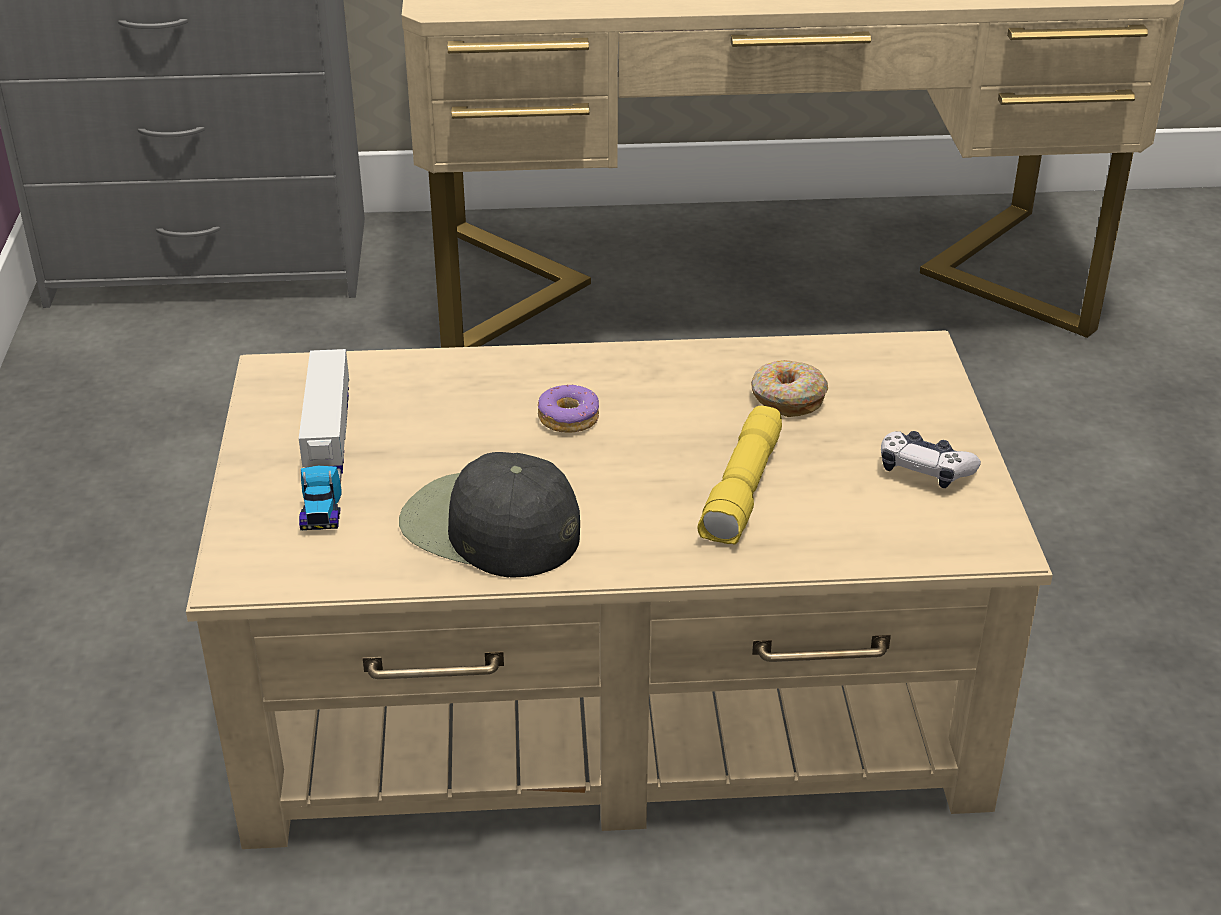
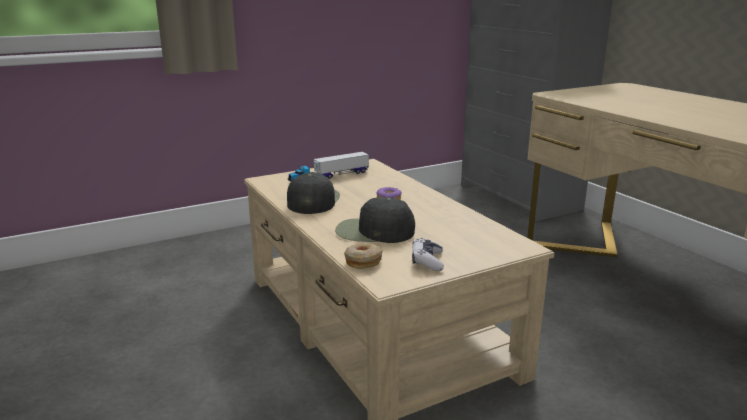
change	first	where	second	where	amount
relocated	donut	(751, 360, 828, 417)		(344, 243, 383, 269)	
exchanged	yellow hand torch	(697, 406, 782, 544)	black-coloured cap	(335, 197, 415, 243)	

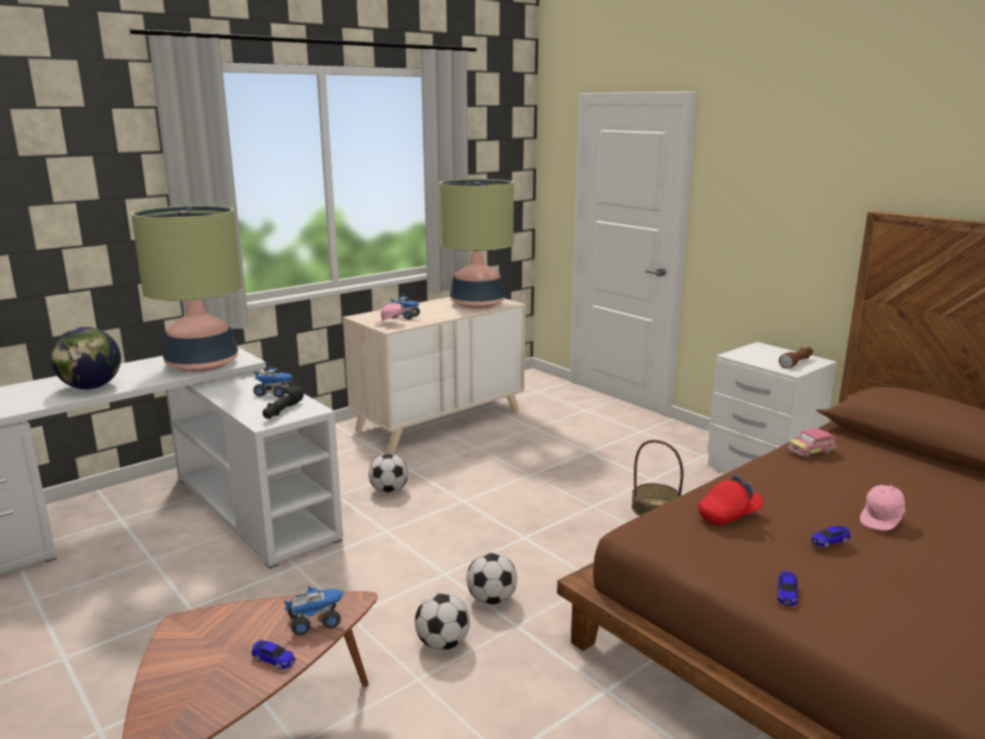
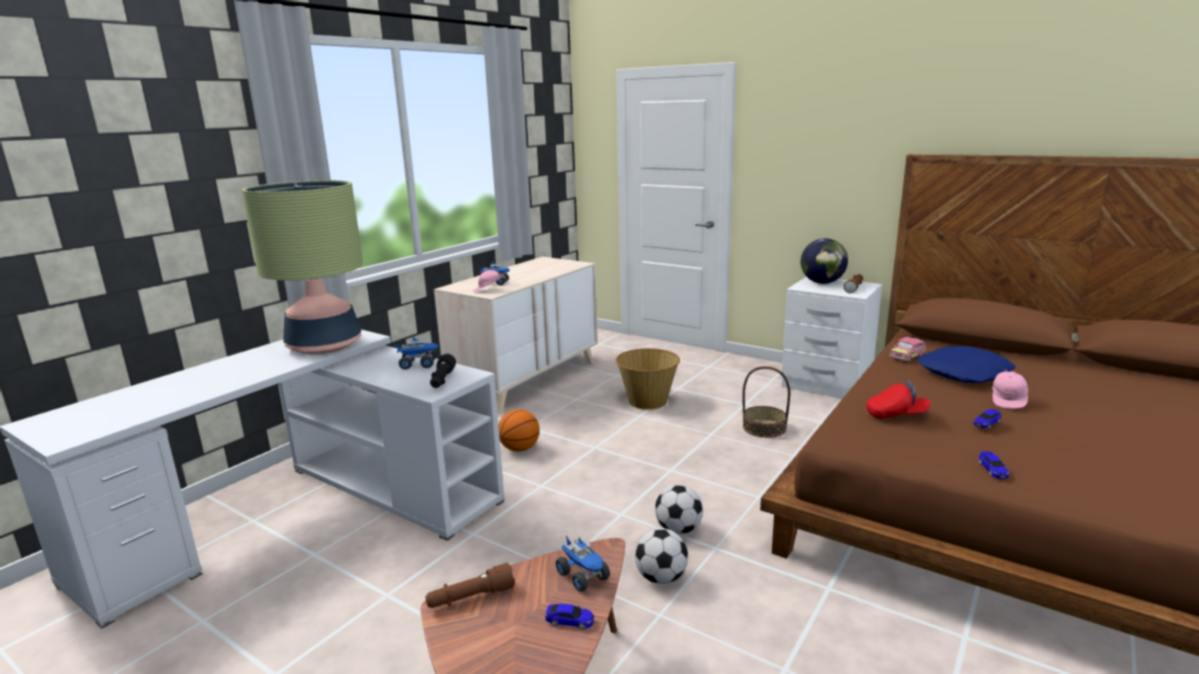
change	first	where	second	where	amount
missing	tabletop lamp	(439, 179, 514, 309)			
appeared			brownish hand torch	(426, 563, 515, 608)	
appeared			storage basket	(615, 348, 680, 410)	
appeared			blue throw pillow	(918, 346, 1016, 383)	
relocated	desk globe	(51, 327, 121, 390)		(801, 238, 848, 284)	
exchanged	football ball	(368, 454, 408, 493)	basketball	(499, 409, 540, 452)	
spun	toy lorry	(284, 586, 344, 635)		(556, 536, 610, 592)	90 degrees clockwise
spun	red-coloured cap	(698, 475, 763, 525)		(866, 381, 931, 419)	45 degrees clockwise

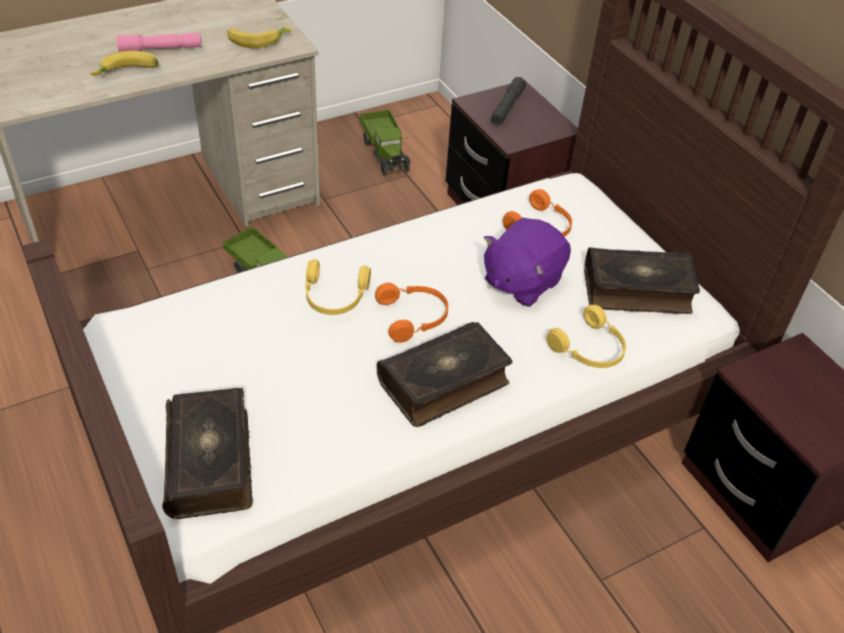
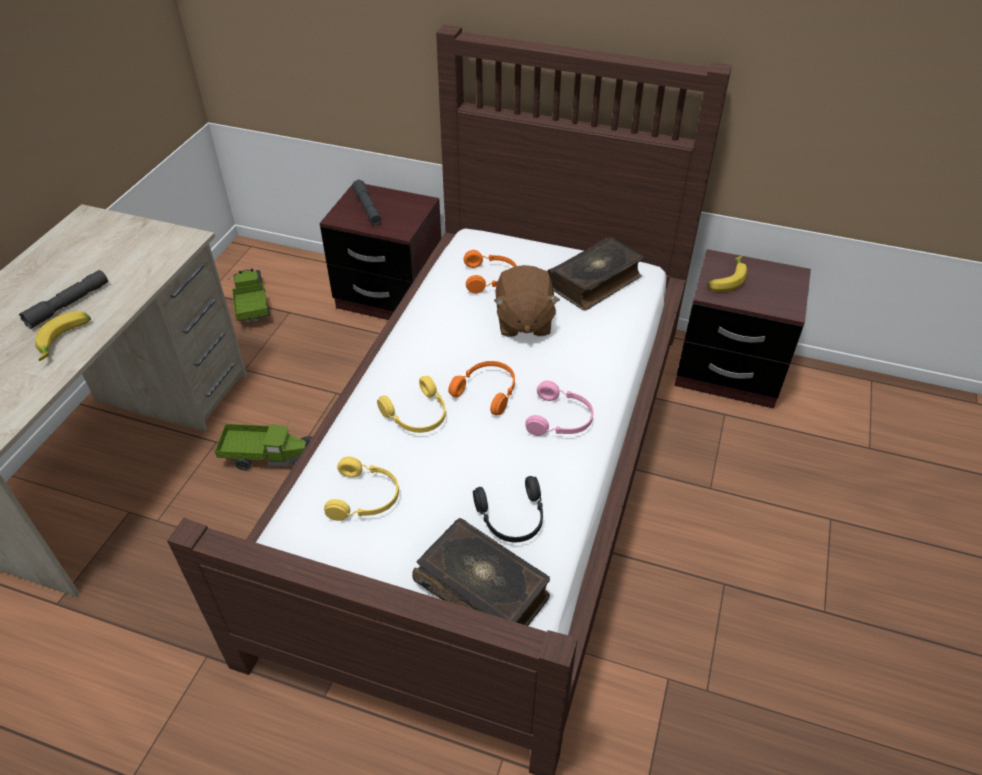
change	first	where	second	where	amount
appeared			black-coloured headset	(473, 476, 543, 542)	
relocated	banana fruit	(227, 27, 292, 48)		(707, 256, 747, 292)	
relocated	yellow headset	(546, 305, 626, 368)		(324, 456, 399, 521)	
exchanged	bound book	(377, 322, 513, 427)	pink headset	(525, 381, 594, 436)	
colour	pink hand torch	(116, 33, 202, 52)	gray hand torch	(19, 270, 108, 329)	
colour	purple-coloured soft toy	(484, 218, 571, 307)	brownish soft toy	(494, 265, 560, 337)	
spun	toy lorry	(360, 110, 411, 176)		(229, 268, 270, 324)	135 degrees counterclockwise

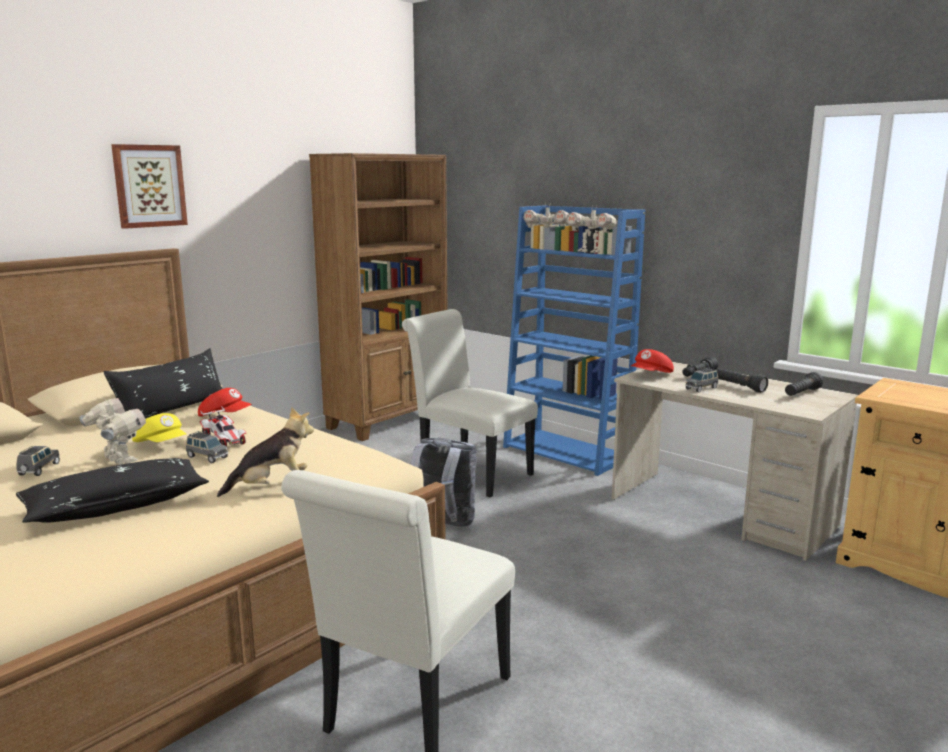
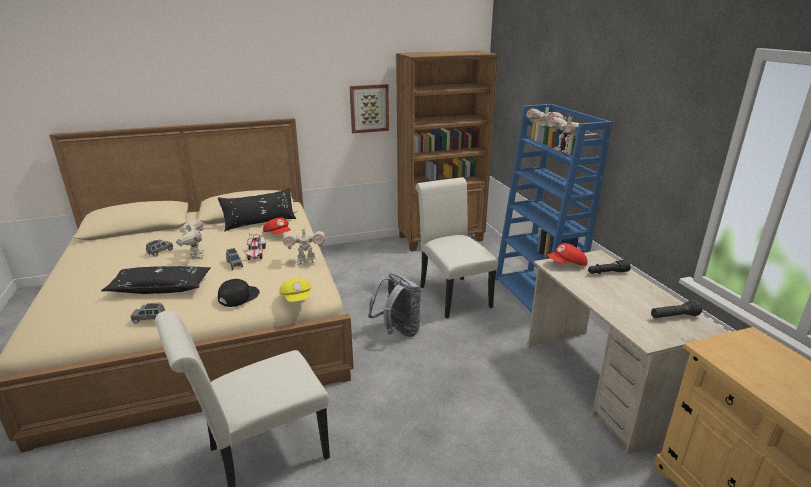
change	first	where	second	where	amount
missing	black-coloured hand torch	(716, 368, 768, 393)			
appeared			toy robot	(283, 228, 325, 265)	
relocated	wall picture	(111, 144, 188, 229)		(350, 84, 389, 133)	
relocated	yellow cap	(132, 413, 186, 442)		(279, 278, 311, 302)	
relocated	gray model car	(685, 367, 718, 392)		(131, 303, 165, 324)	
exchanged	soft toy	(217, 407, 314, 497)	black-coloured cap	(218, 279, 260, 307)	

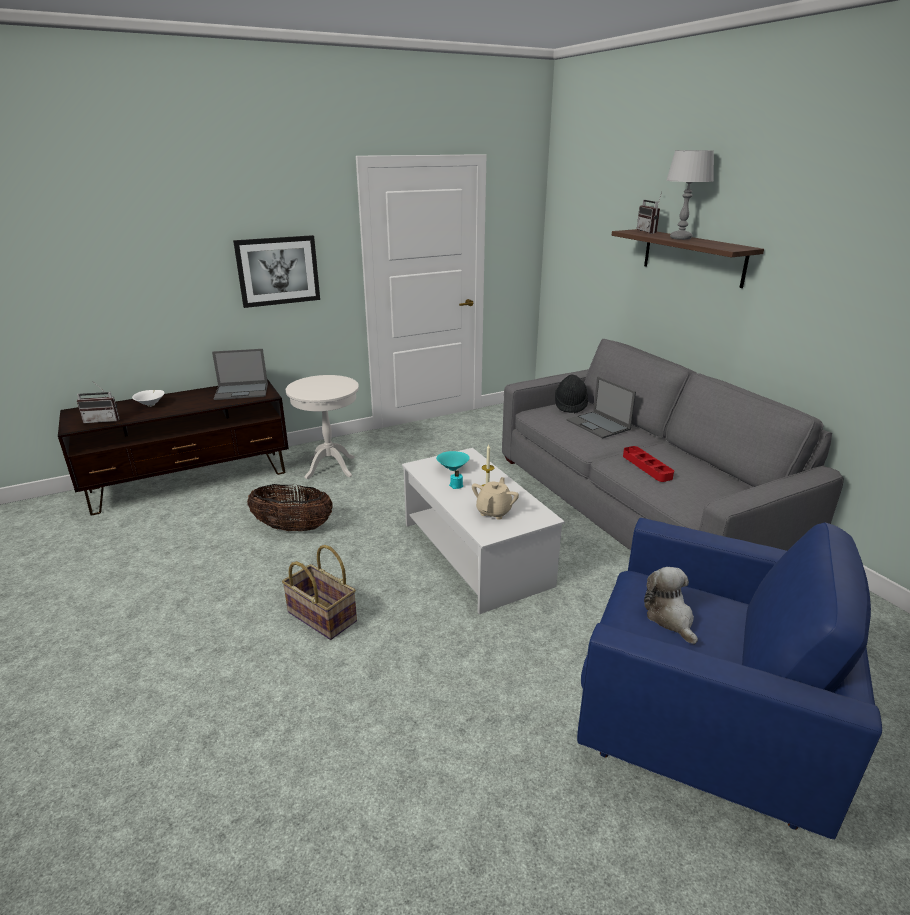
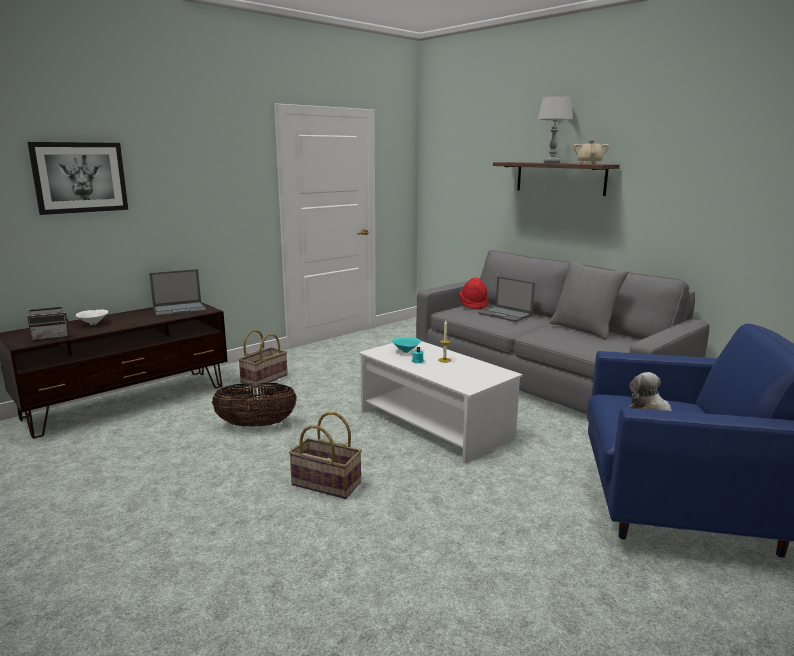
change	first	where	second	where	amount
missing	red-coloured carrying tray	(623, 446, 674, 482)			
missing	radio set	(637, 193, 662, 234)			
appeared			gray throw pillow	(550, 260, 629, 340)	
relocated	wall picture	(233, 235, 320, 308)		(27, 142, 128, 215)	
relocated	sand-coloured pot for tea	(472, 477, 519, 520)		(573, 140, 609, 164)	
exchanged	white accent table	(286, 375, 359, 479)	storage basket	(238, 329, 288, 388)	
colour	black-coloured clothing hat	(555, 374, 588, 413)	red-coloured clothing hat	(459, 277, 489, 309)	

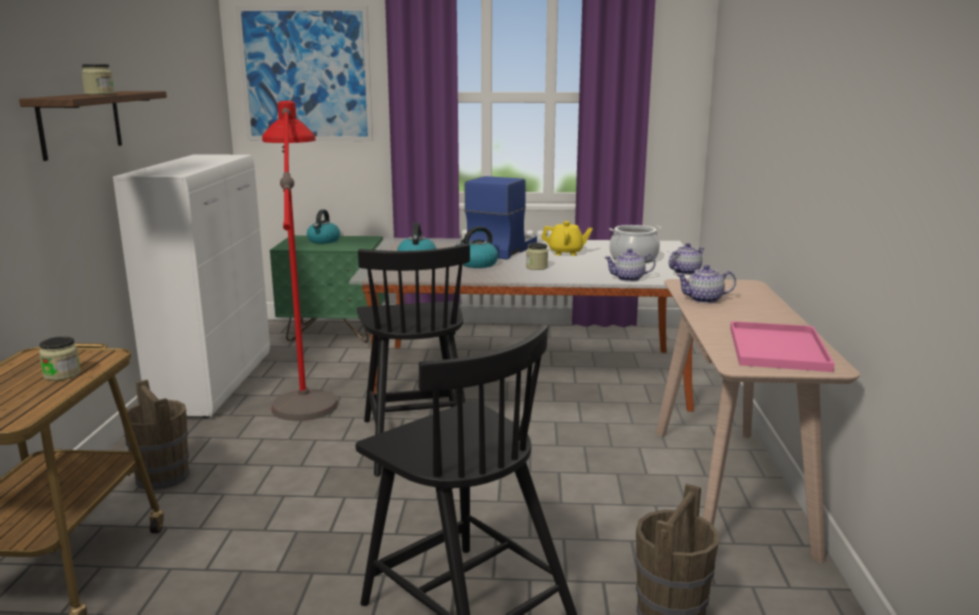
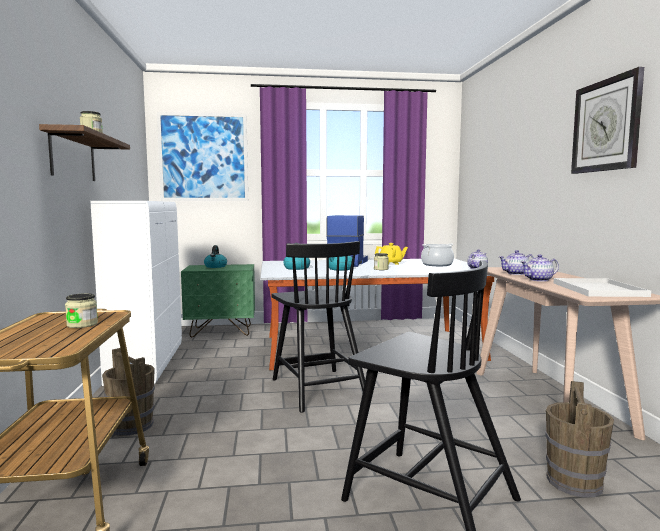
change	first	where	second	where	amount
missing	red-coloured standard lamp	(262, 101, 338, 421)			
appeared			wall clock	(571, 67, 644, 174)	
relocated	pot for tea	(604, 249, 655, 282)		(521, 254, 559, 281)	
colour	pink carrying tray	(730, 321, 835, 372)	white carrying tray	(554, 278, 651, 297)	

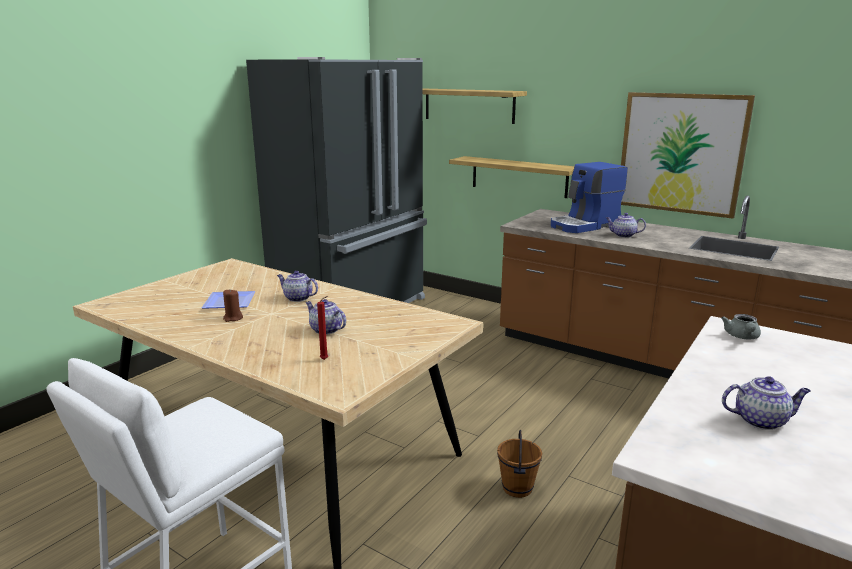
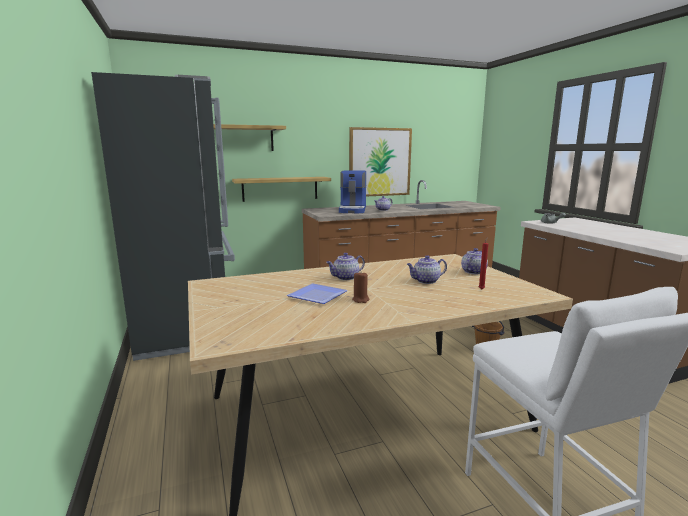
change	first	where	second	where	amount
relocated	pot for tea	(722, 376, 811, 430)		(461, 248, 488, 274)	

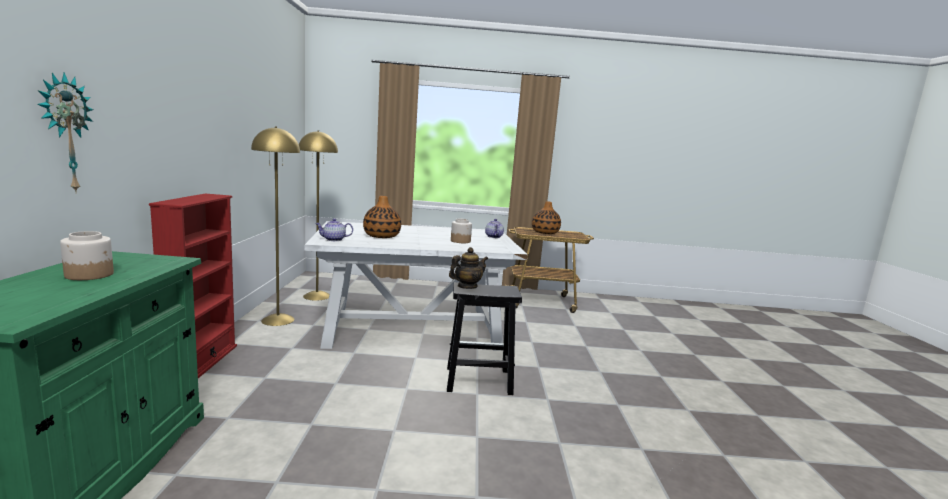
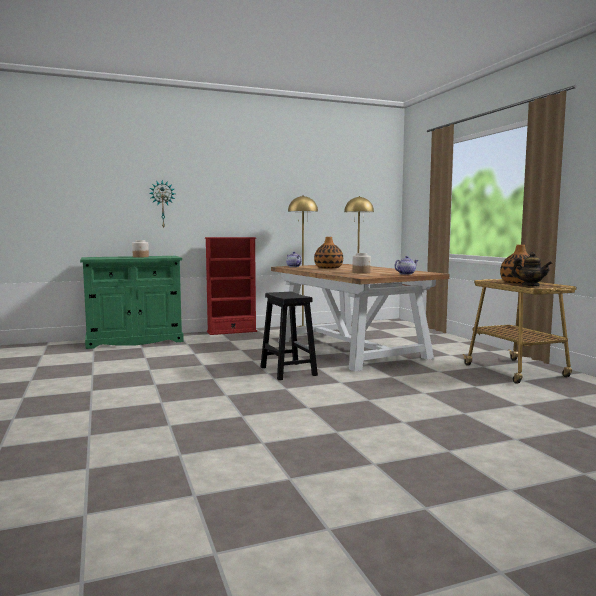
change	first	where	second	where	amount
relocated	pot for tea	(449, 247, 488, 289)		(511, 252, 552, 286)	
colour	white kitchen table	(305, 221, 528, 349)	brownish kitchen table	(271, 264, 450, 372)	

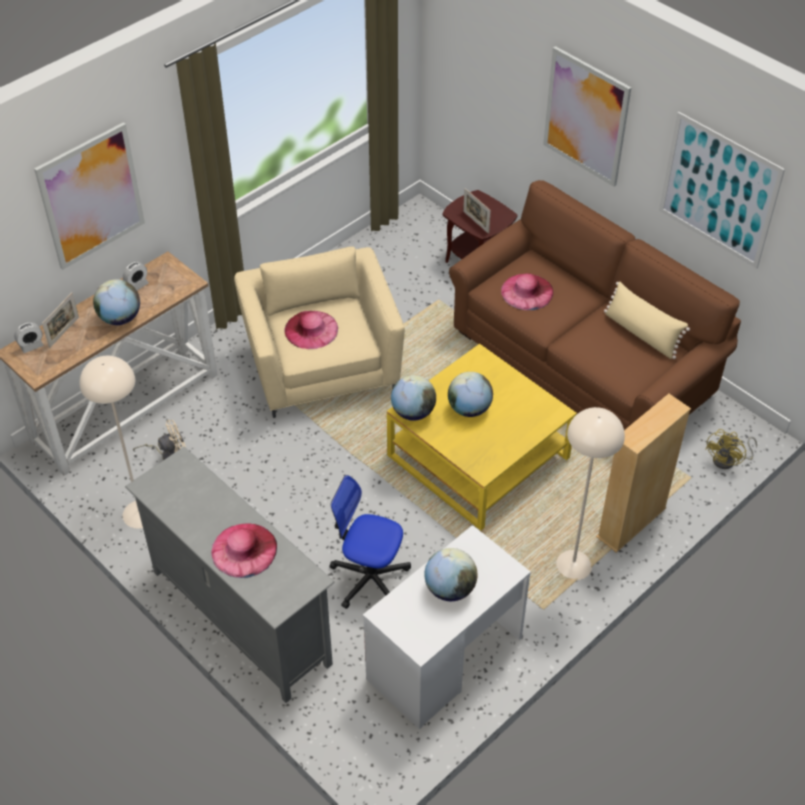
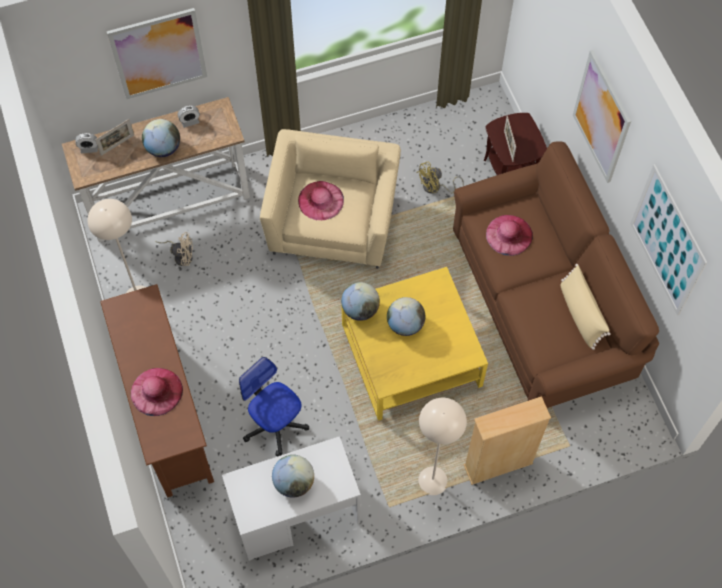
change	first	where	second	where	amount
relocated	yellow fan	(705, 429, 757, 469)		(416, 162, 464, 193)	
colour	gray media console	(125, 447, 335, 703)	brownish media console	(100, 284, 214, 497)	

